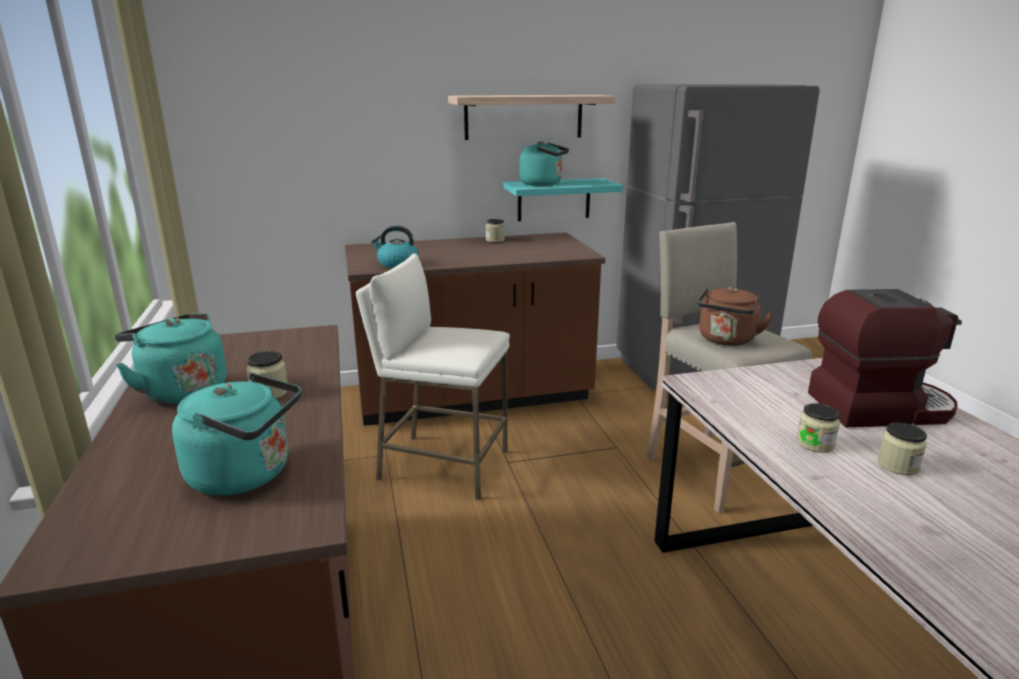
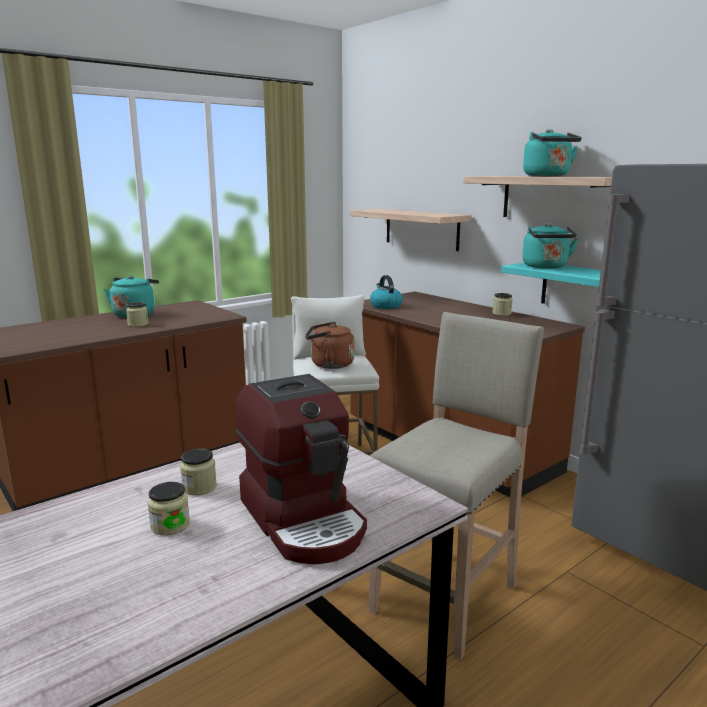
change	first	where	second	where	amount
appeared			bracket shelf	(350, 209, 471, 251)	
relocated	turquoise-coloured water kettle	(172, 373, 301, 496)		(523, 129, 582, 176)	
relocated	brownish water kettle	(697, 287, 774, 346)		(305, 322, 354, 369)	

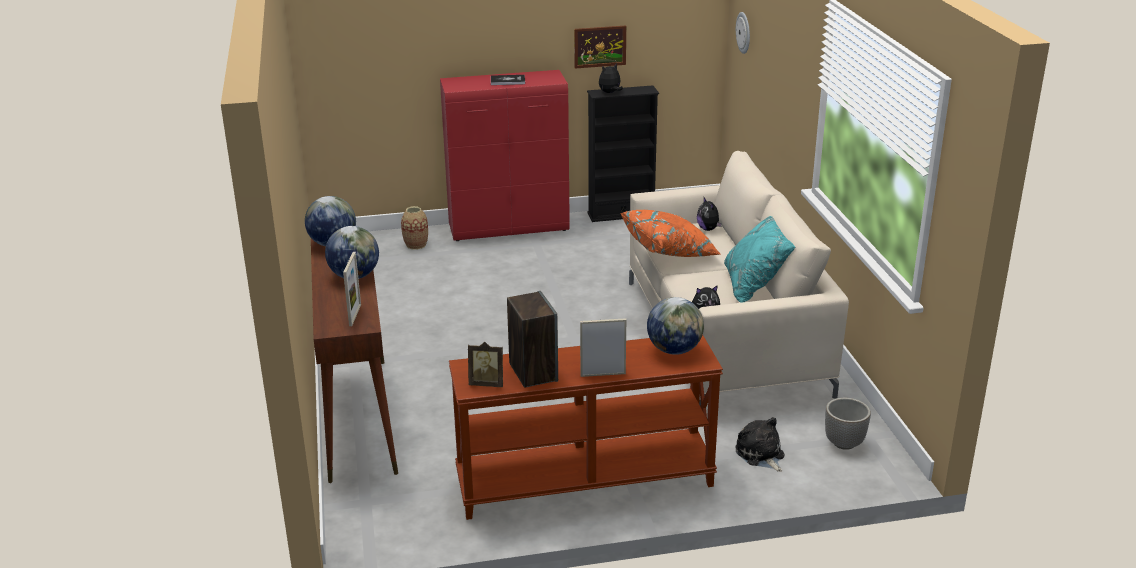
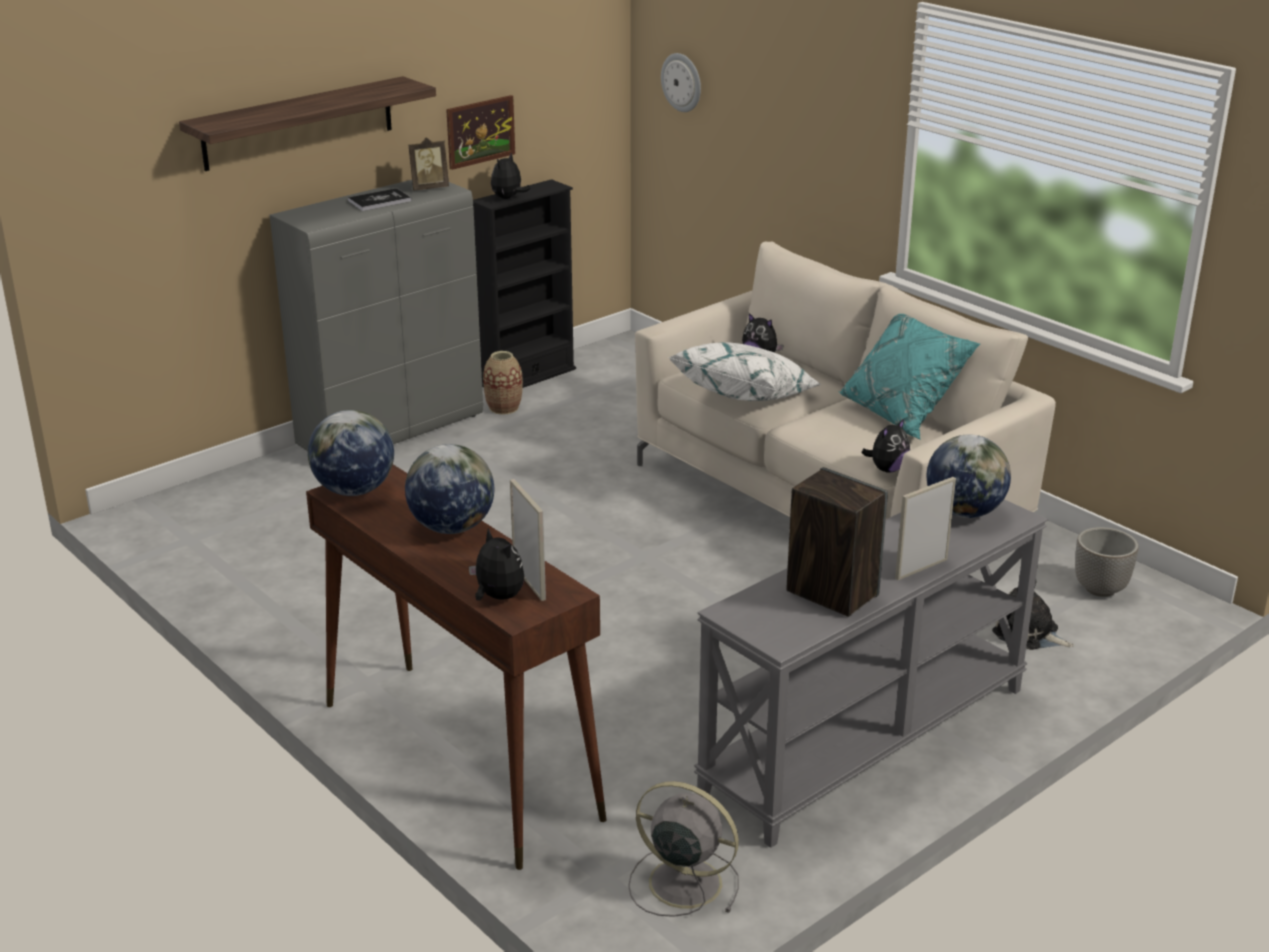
change	first	where	second	where	amount
appeared			bracket shelf	(179, 76, 436, 171)	
appeared			soft toy	(469, 528, 524, 600)	
appeared			gray fan	(628, 781, 739, 917)	
relocated	decorative vase	(401, 206, 428, 250)		(483, 351, 523, 415)	
relocated	standing frame	(468, 342, 503, 387)		(408, 137, 449, 190)	
colour	red-coloured storage cabinet	(440, 70, 570, 241)	gray storage cabinet	(270, 180, 483, 451)	
colour	brownish console table	(449, 335, 723, 520)	gray console table	(694, 499, 1048, 848)	
colour	orange-coloured throw pillow	(620, 210, 721, 257)	white throw pillow	(668, 342, 822, 401)	

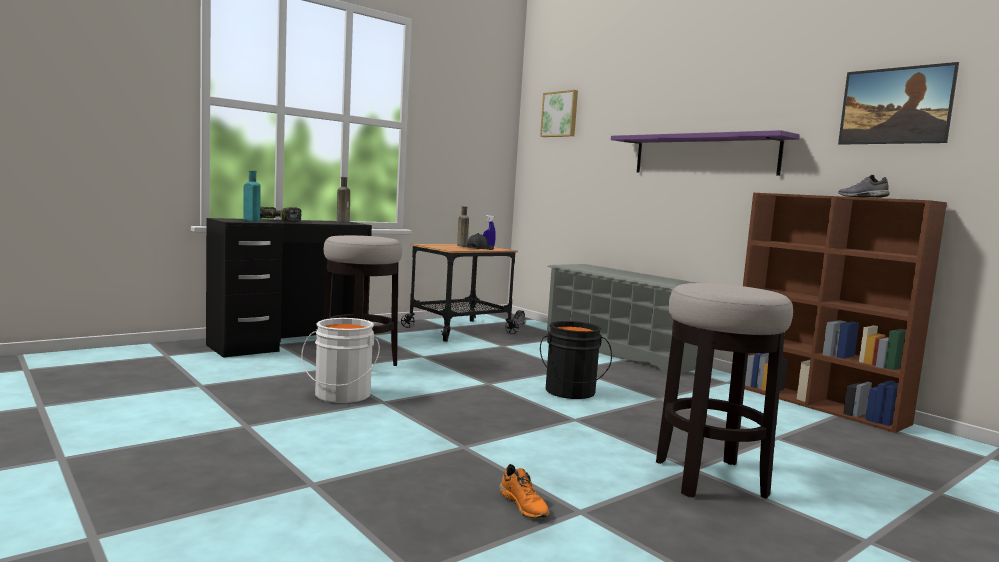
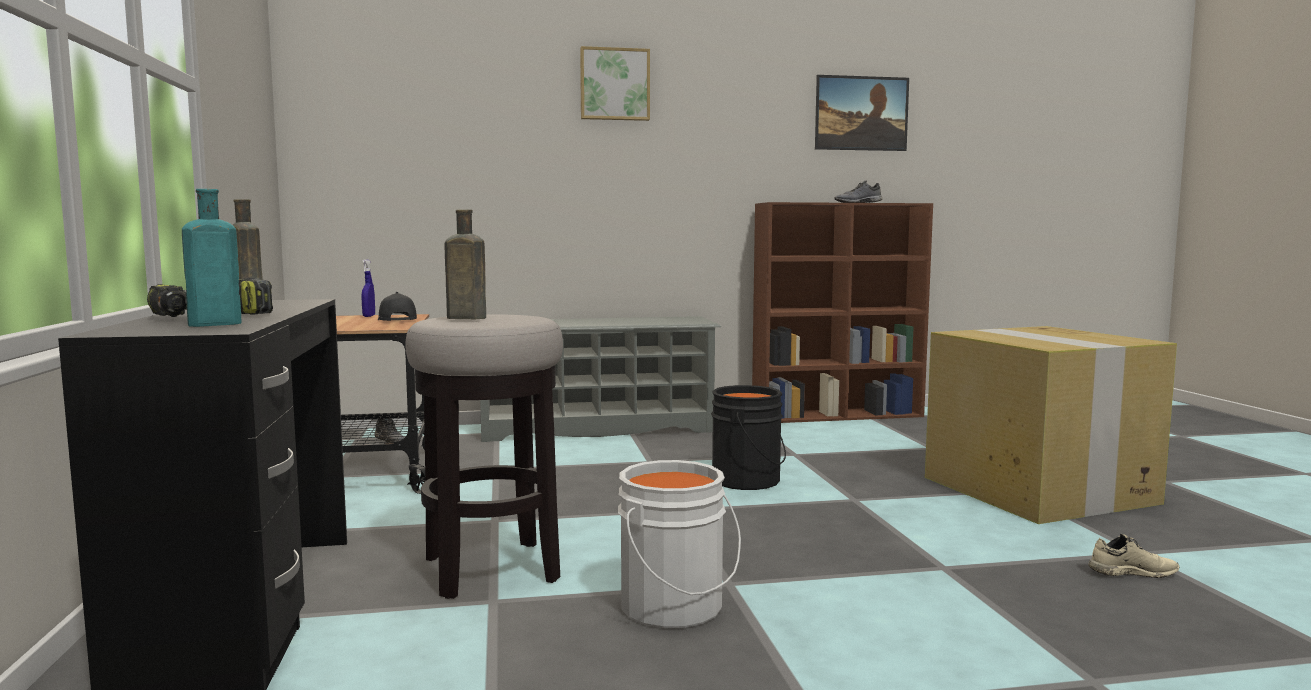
change	first	where	second	where	amount
missing	purple-coloured bracket shelf	(611, 130, 800, 176)			
relocated	brownish bottle	(457, 206, 469, 247)		(445, 210, 486, 319)	
relocated	wall picture	(540, 90, 578, 137)		(580, 46, 650, 121)	
exchanged	sitting stool	(656, 283, 793, 498)	packing box	(925, 326, 1177, 524)	
colour	orange-coloured shoe	(499, 464, 549, 518)	sand-coloured shoe	(1088, 534, 1179, 578)	

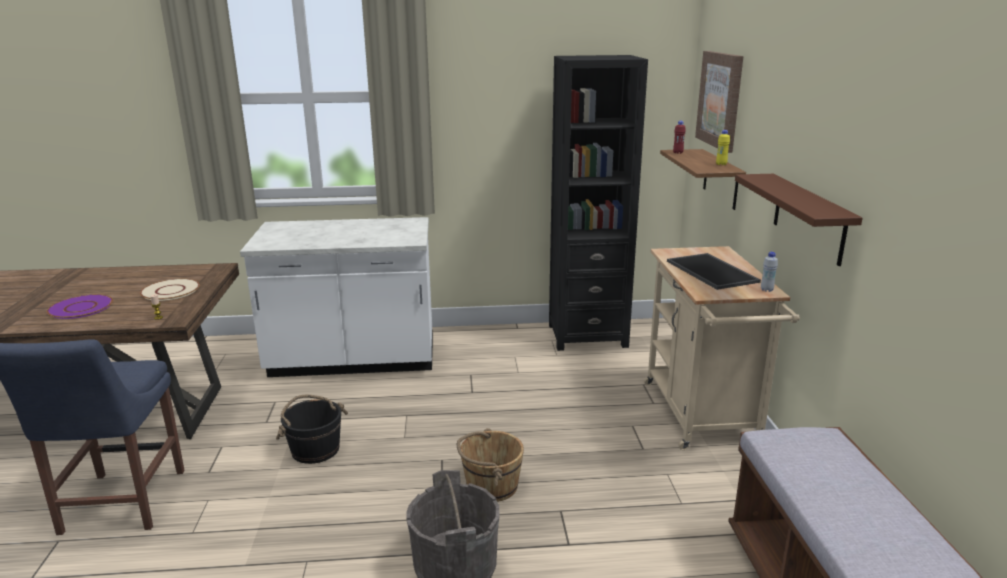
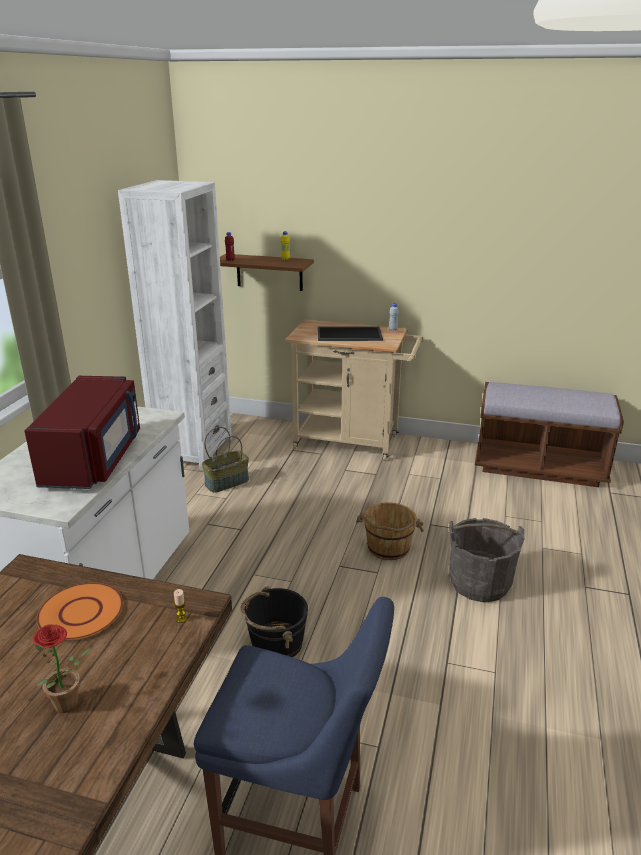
change	first	where	second	where	amount
missing	wall picture	(695, 51, 743, 153)			
missing	brownish bracket shelf	(735, 174, 863, 266)			
appeared			red-coloured kitchen microwave	(25, 376, 140, 489)	
appeared			storage basket	(202, 427, 249, 493)	
exchanged	purple-coloured flat dish	(47, 294, 113, 319)	potted plant	(33, 624, 90, 713)	
colour	sand-coloured flat dish	(140, 279, 200, 301)	orange-coloured flat dish	(36, 583, 123, 640)	
colour	black-coloured bookshelf	(549, 55, 648, 351)	white bookshelf	(118, 180, 232, 470)	

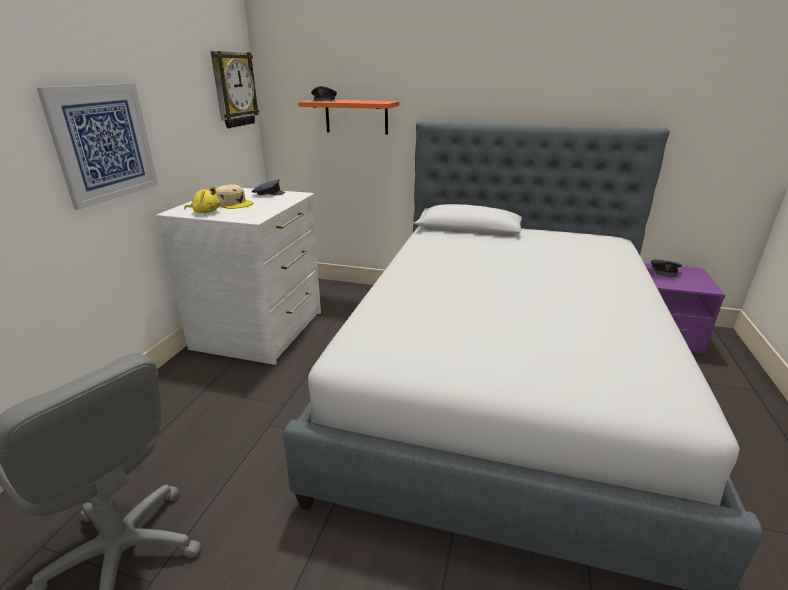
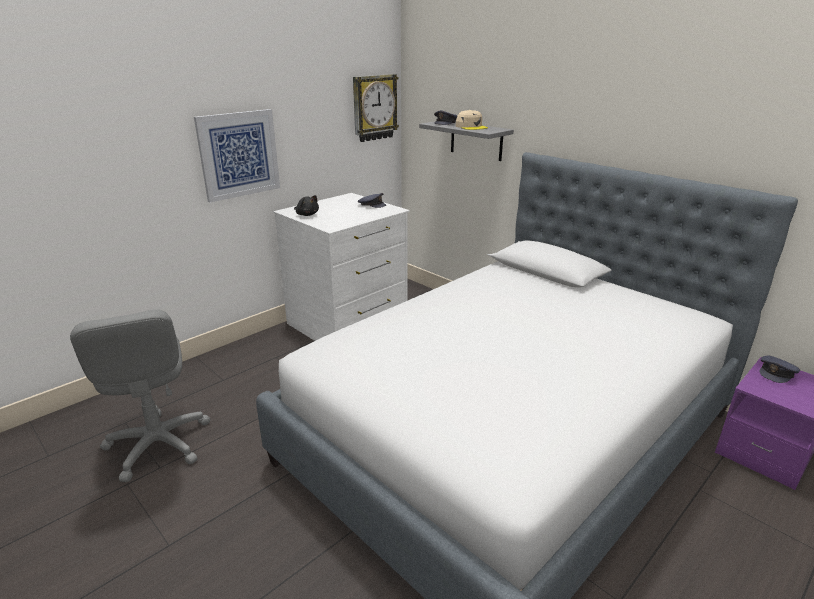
change	first	where	second	where	amount
relocated	sand-coloured cap	(215, 184, 254, 209)		(455, 110, 488, 130)	
colour	yellow soft toy	(184, 187, 220, 213)	black-coloured soft toy	(294, 195, 319, 216)	
colour	orange-coloured bracket shelf	(298, 100, 399, 135)	gray bracket shelf	(419, 121, 514, 161)	

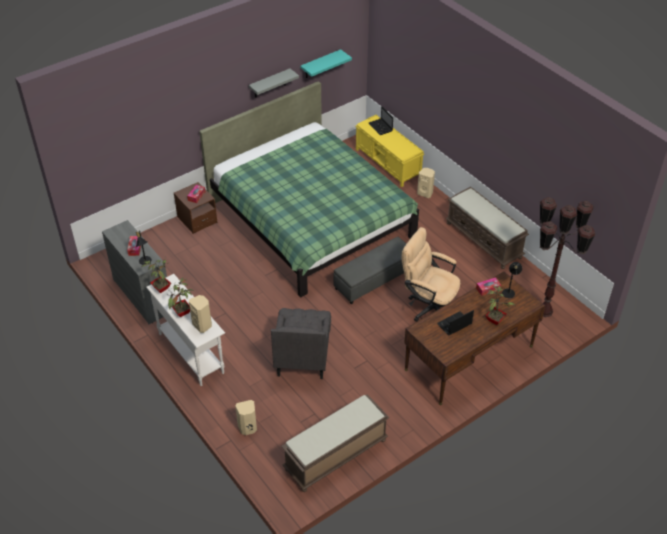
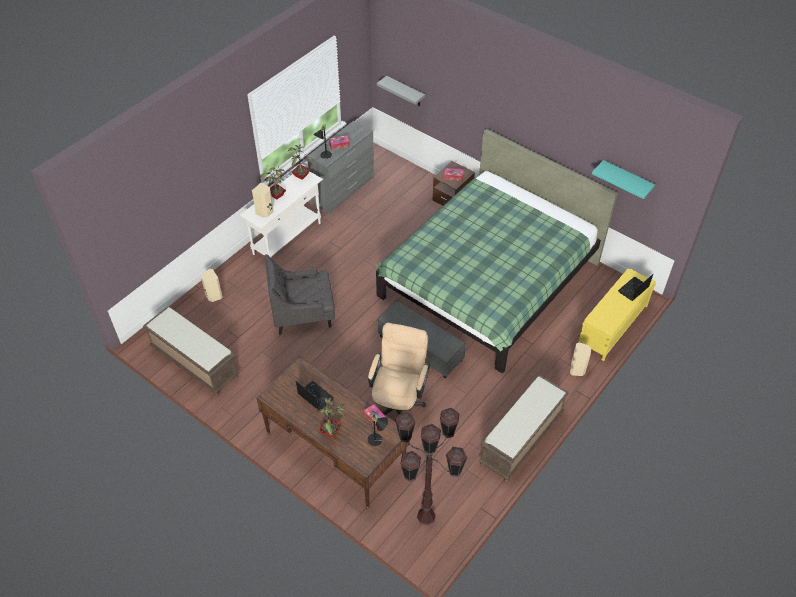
change	first	where	second	where	amount
relocated	gray bracket shelf	(249, 69, 299, 98)		(377, 76, 425, 106)	

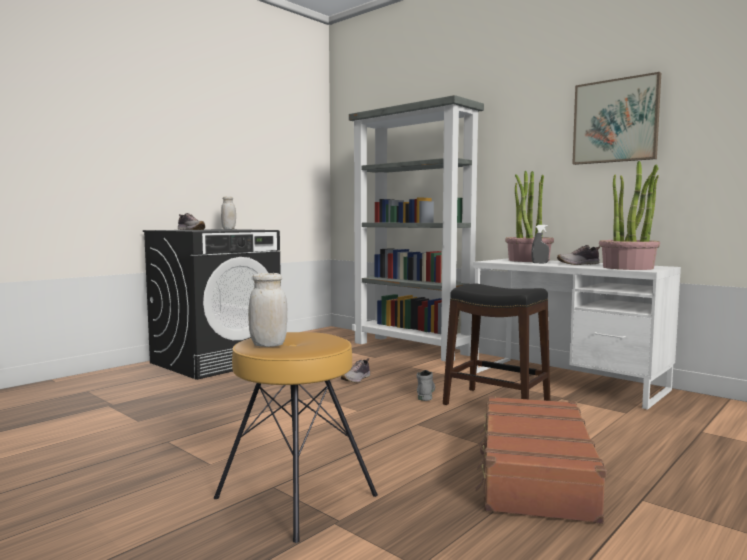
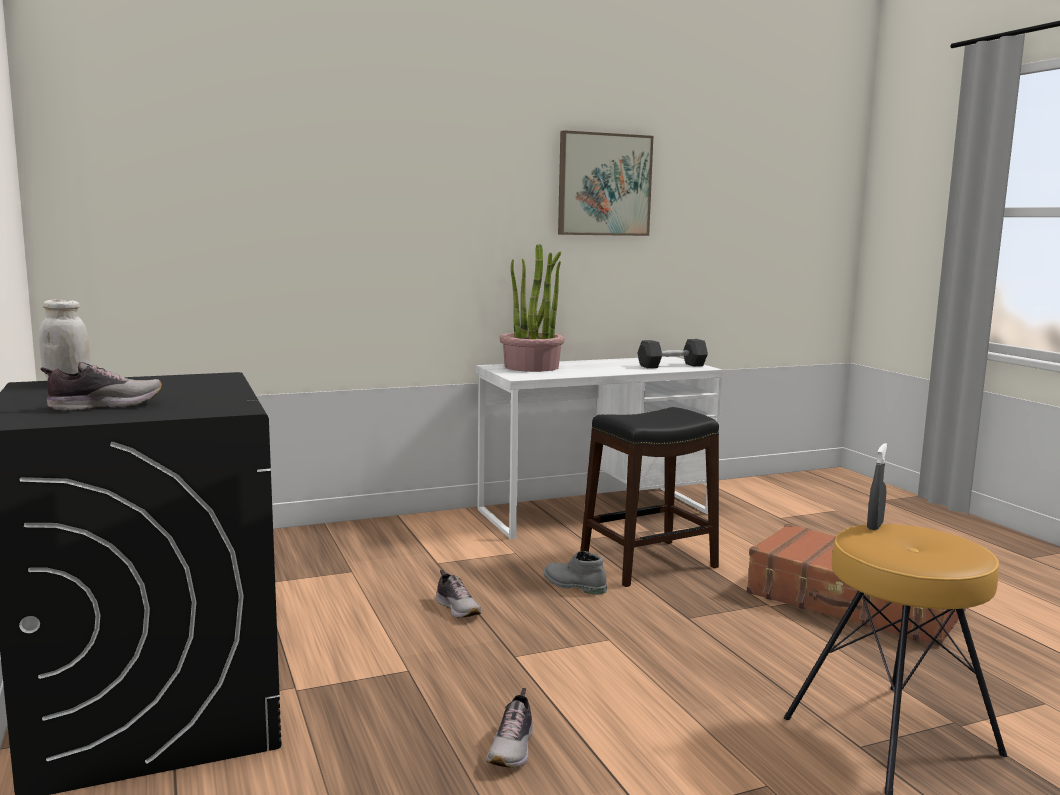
change	first	where	second	where	amount
missing	white preserve jar	(248, 273, 287, 347)			
missing	gray bookshelf	(349, 95, 484, 362)			
relocated	gray hand sprayer	(531, 225, 549, 263)		(867, 443, 887, 530)	
relocated	shoe	(557, 245, 600, 265)		(486, 688, 533, 768)	
exchanged	potted plant	(599, 161, 660, 270)	gray free weight	(638, 339, 708, 368)	

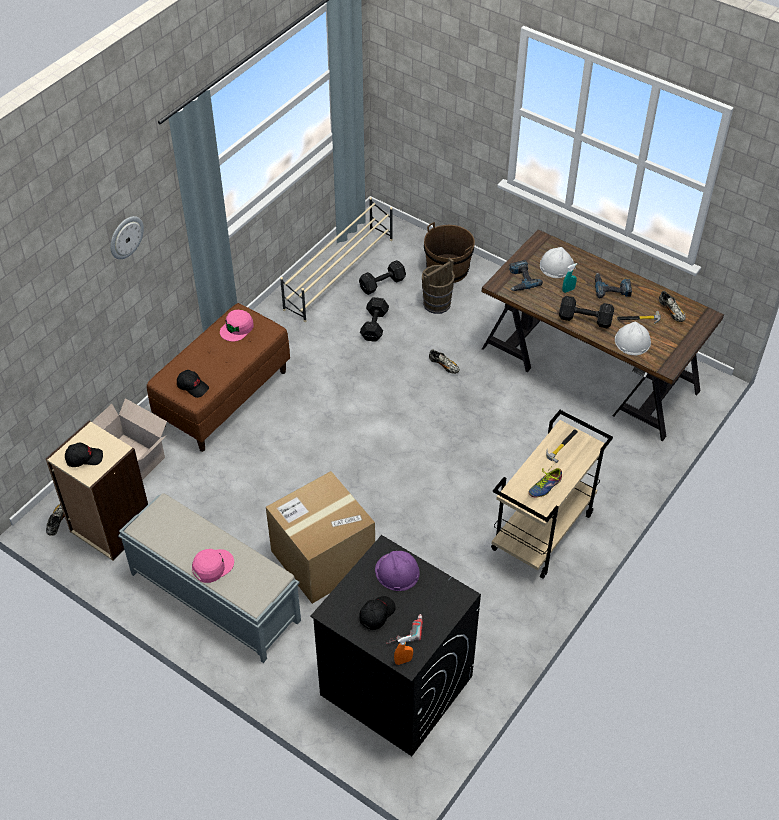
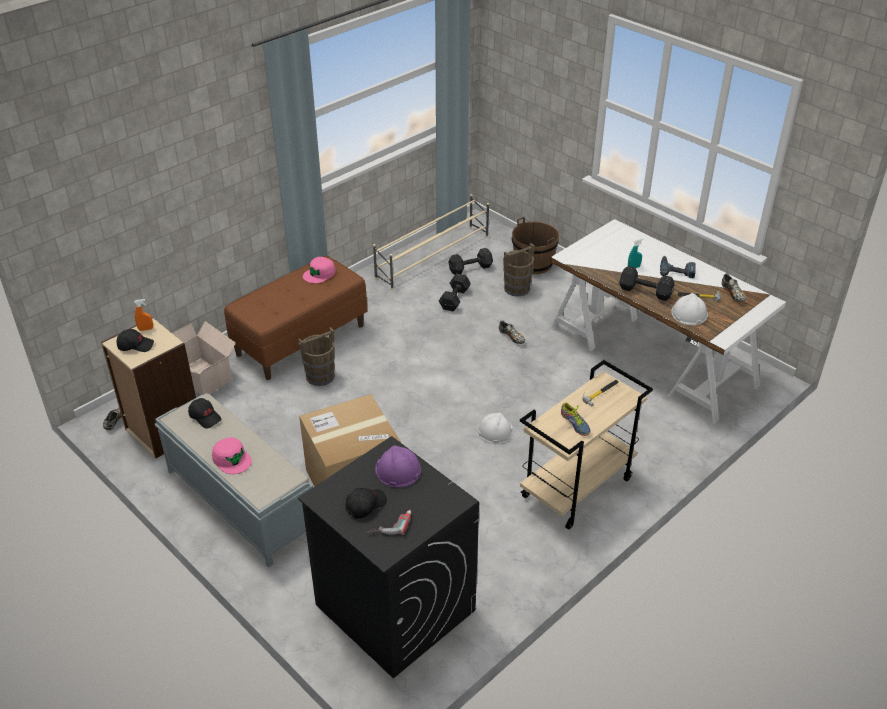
change	first	where	second	where	amount
missing	wall clock	(111, 216, 144, 259)			
missing	electric drill	(509, 260, 543, 291)			
appeared			brownish pail	(298, 327, 335, 386)	
relocated	black-coloured cap	(177, 370, 209, 398)		(188, 398, 221, 428)	
relocated	orange-coloured hand sprayer	(394, 635, 413, 665)		(134, 299, 153, 331)	
relocated	white work helmet	(540, 247, 574, 278)		(478, 413, 514, 444)	
colour	brownish desk unit	(482, 229, 724, 441)	white desk unit	(550, 219, 786, 424)	
spun	pink cap	(192, 549, 234, 583)		(212, 437, 252, 474)	75 degrees clockwise
spun	shoe	(528, 465, 562, 498)		(561, 403, 591, 436)	90 degrees counterclockwise

